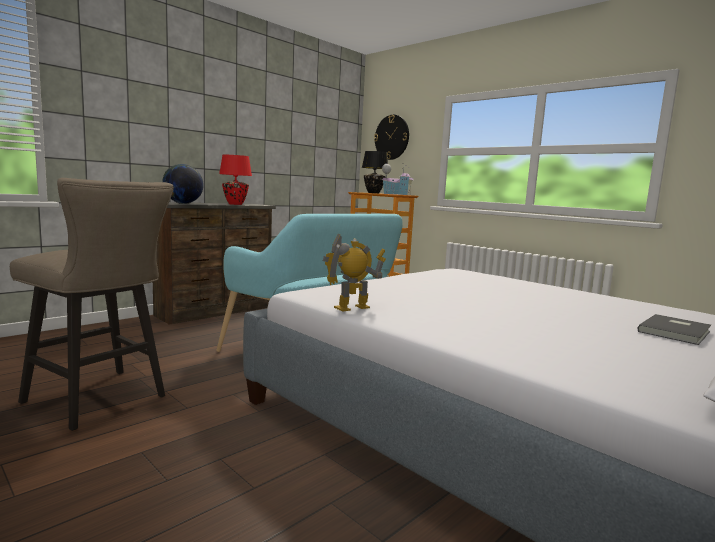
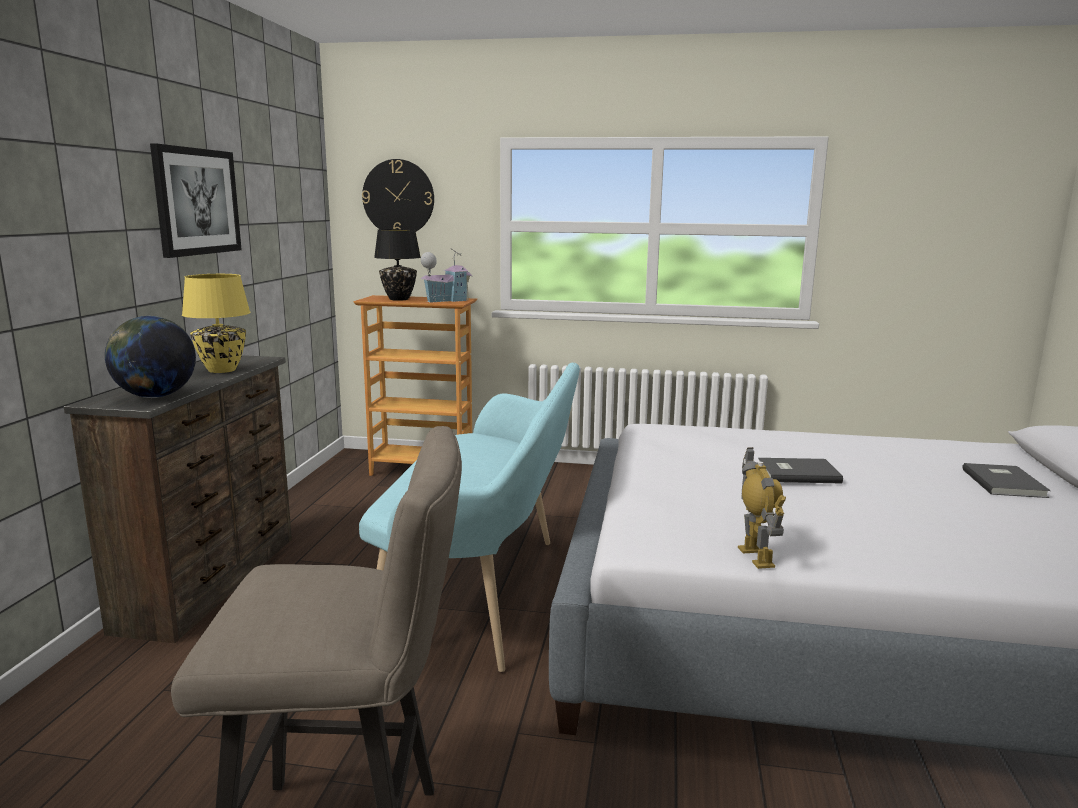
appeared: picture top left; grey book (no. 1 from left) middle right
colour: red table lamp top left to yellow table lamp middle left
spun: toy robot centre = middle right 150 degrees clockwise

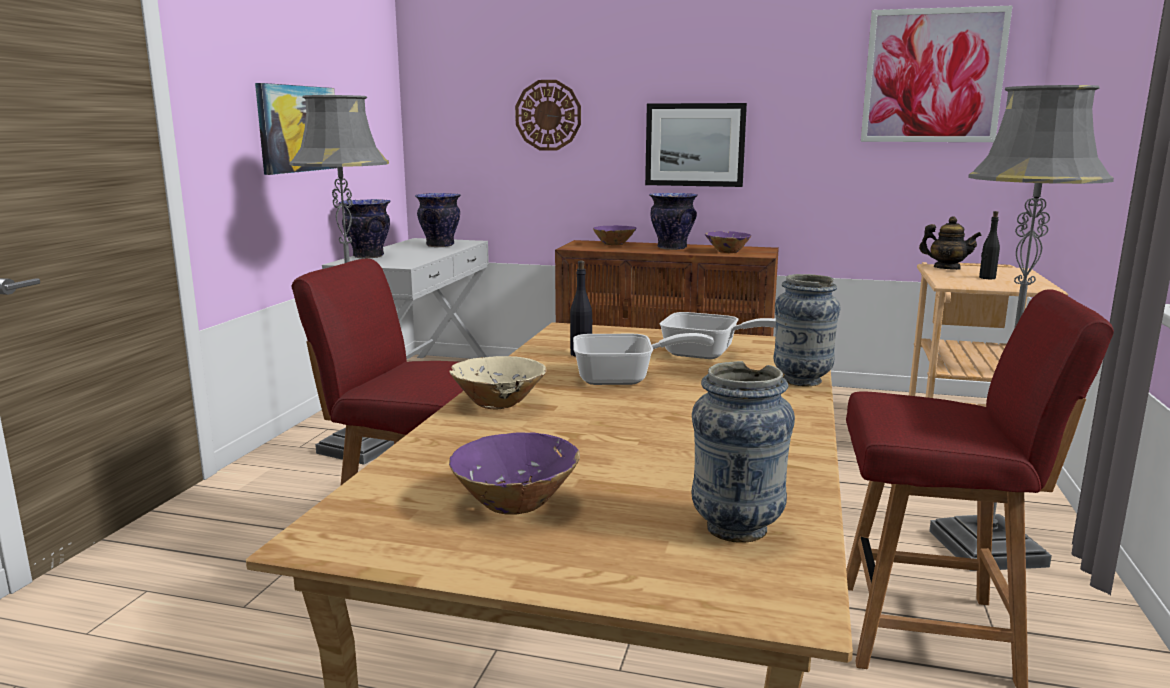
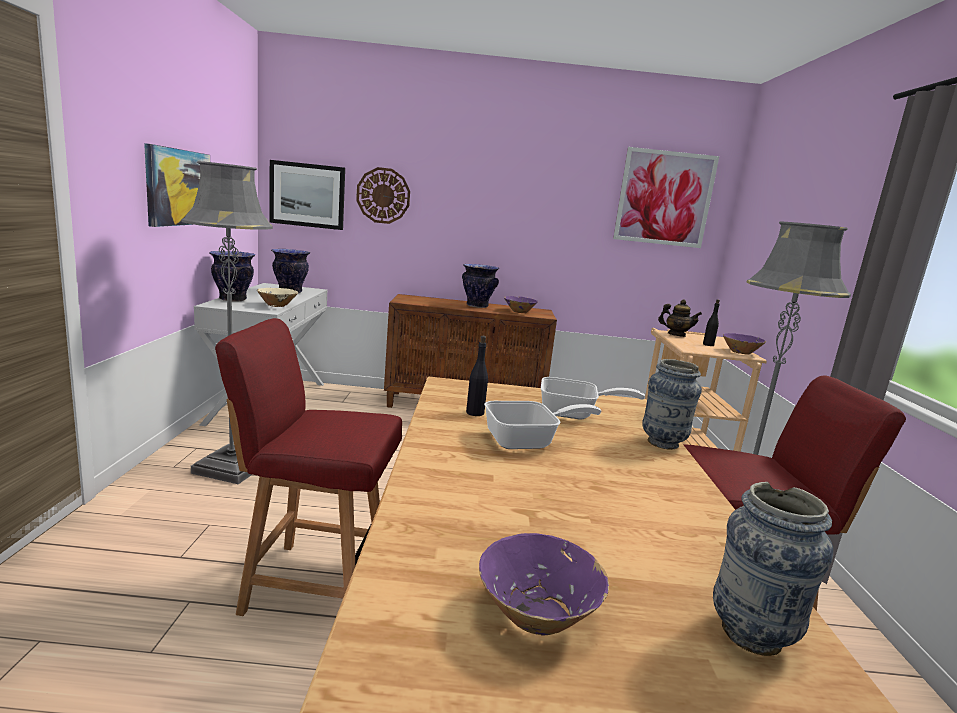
relocated: beige bowl centre to middle left; purple bowl (no. 2 from left in the first image) centre to purple bowl (no. 3 from left) middle right; picture (no. 2 from left) top centre to top left

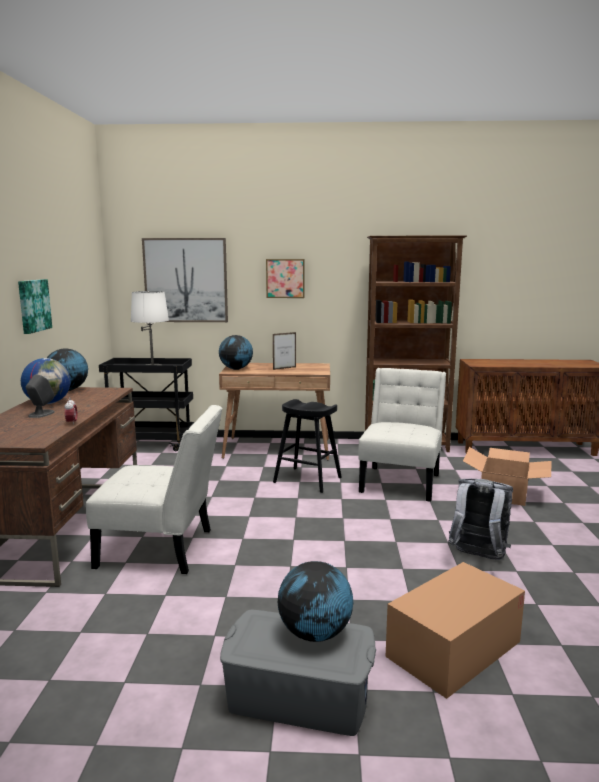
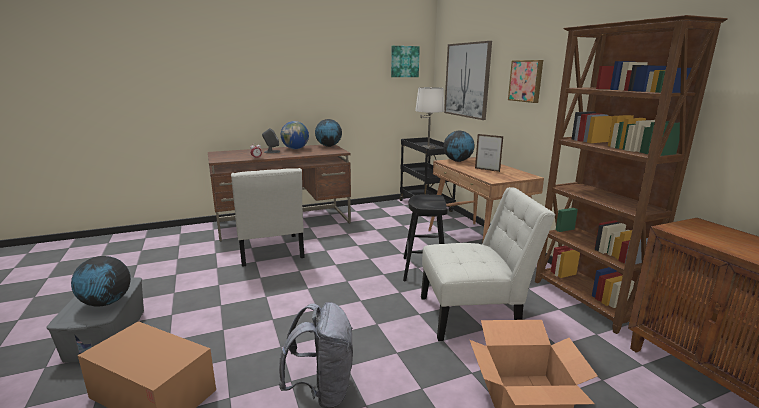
relocated: picture (no. 1 from left) middle left to top centre

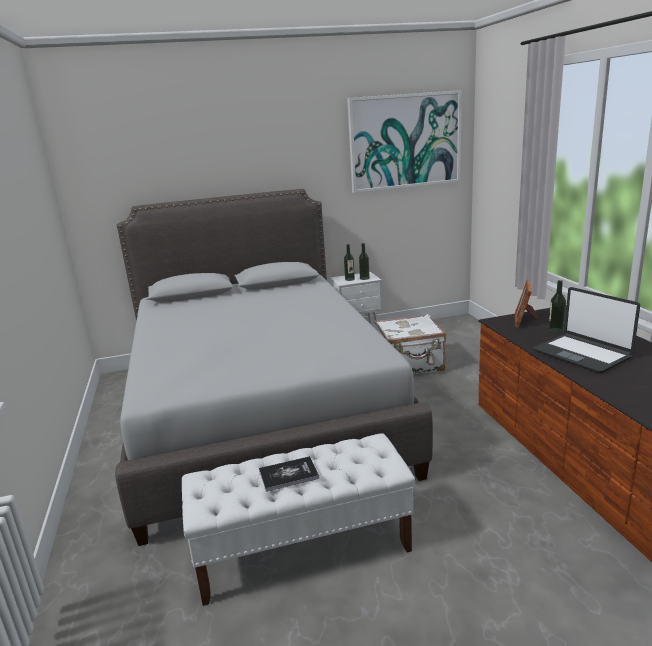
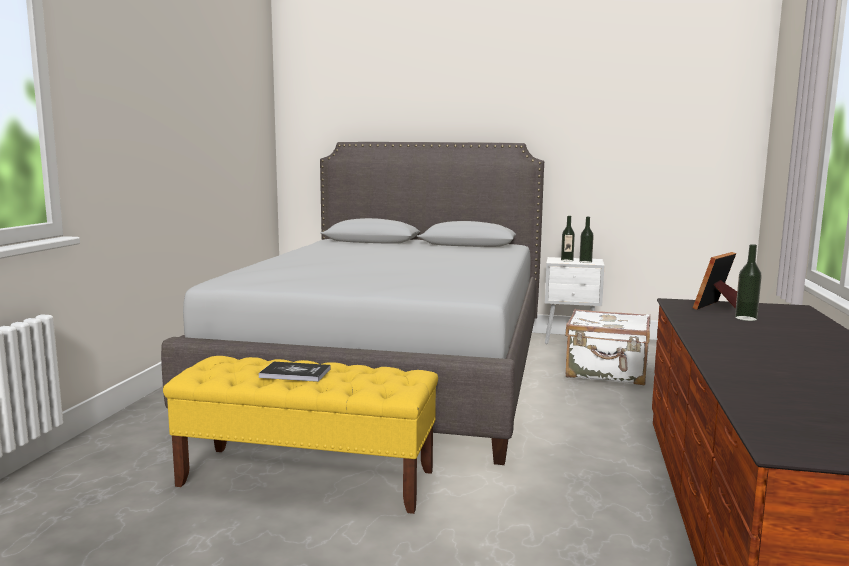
missing: picture top centre; laptop middle right
colour: white bench bottom centre to yellow bench bottom centre

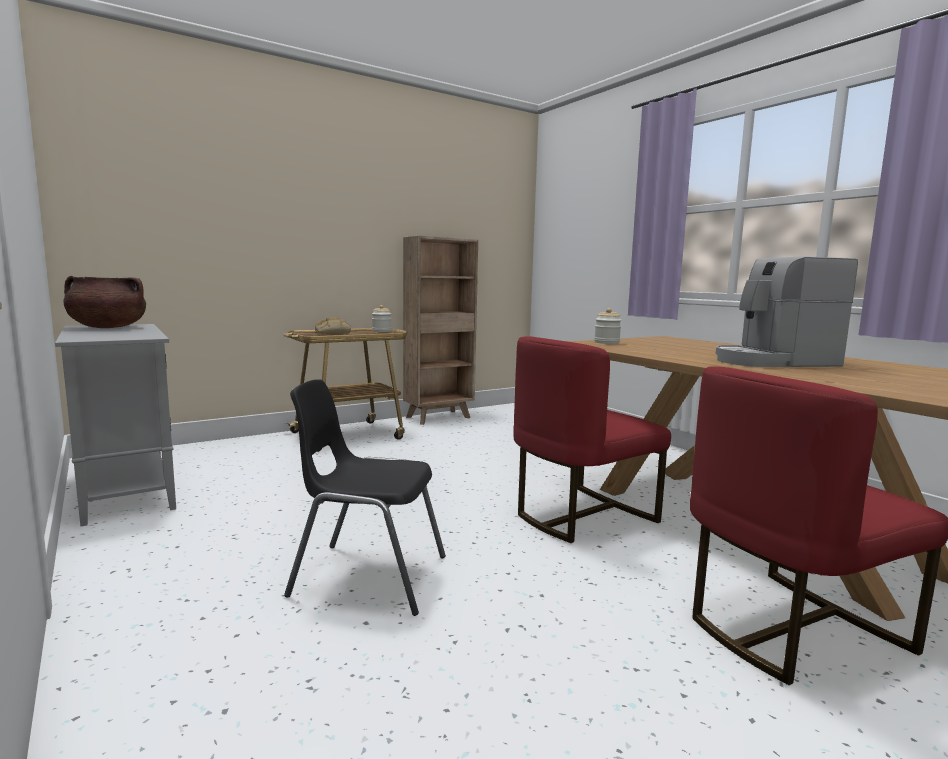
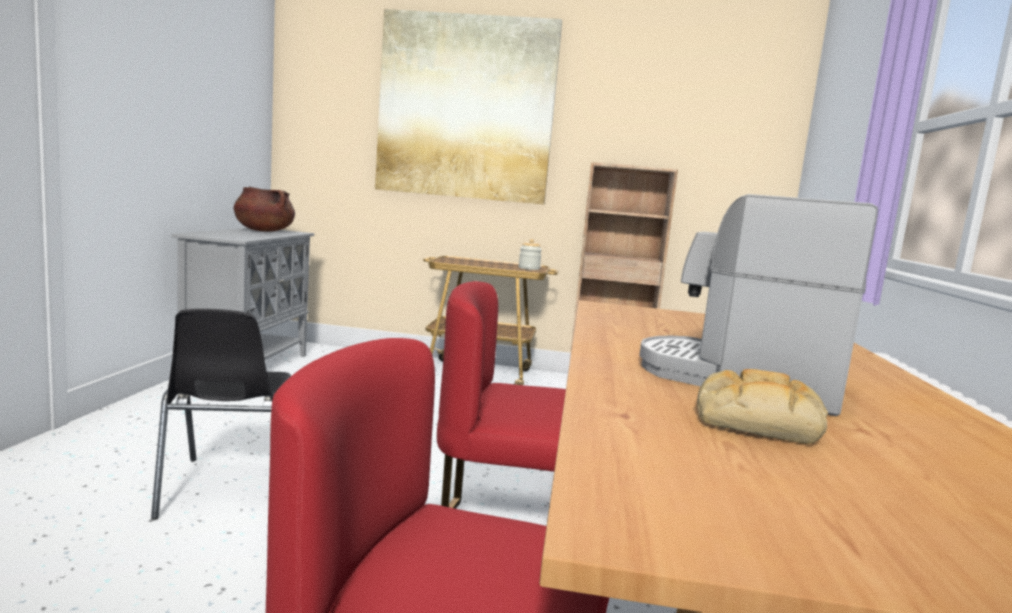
missing: jar (no. 2 from left) centre
appeared: picture top centre
relocated: bread centre to middle right
spun: black chair centre = bottom left 150 degrees counterclockwise

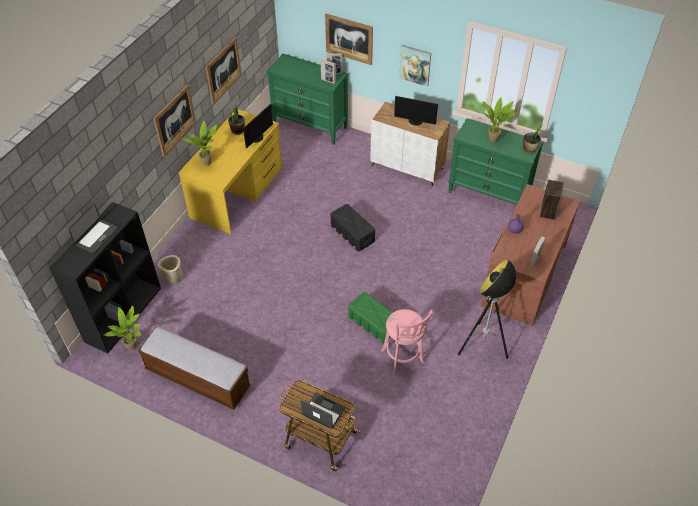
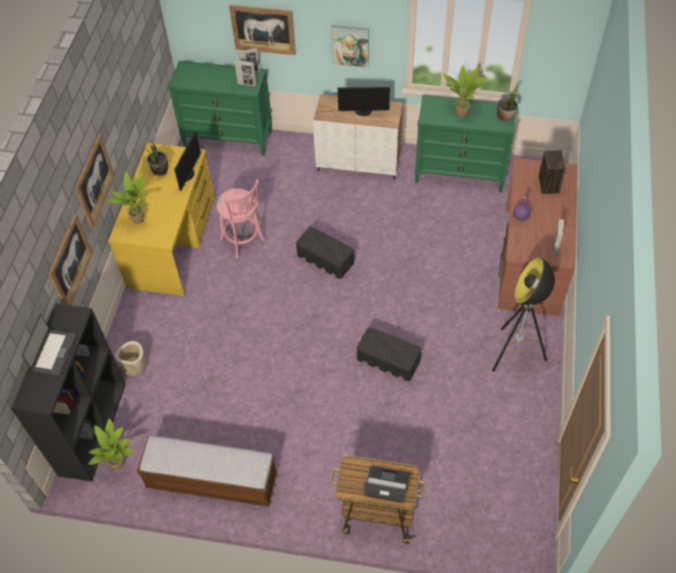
relocated: picture (no. 2 from left in the first image) top left to picture (no. 1 from left) middle left; pink stool bottom centre to centre
colour: green storage box centre to black storage box (no. 2 from left) centre

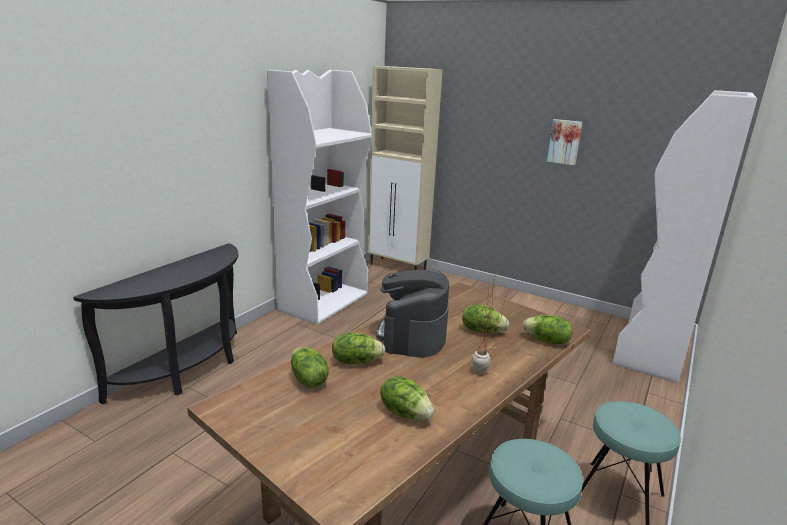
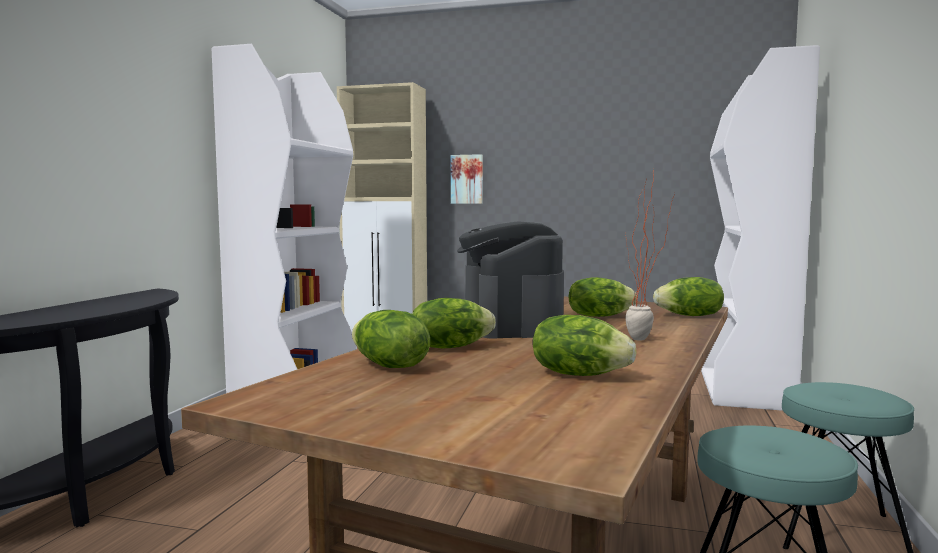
relocated: picture top right to top centre

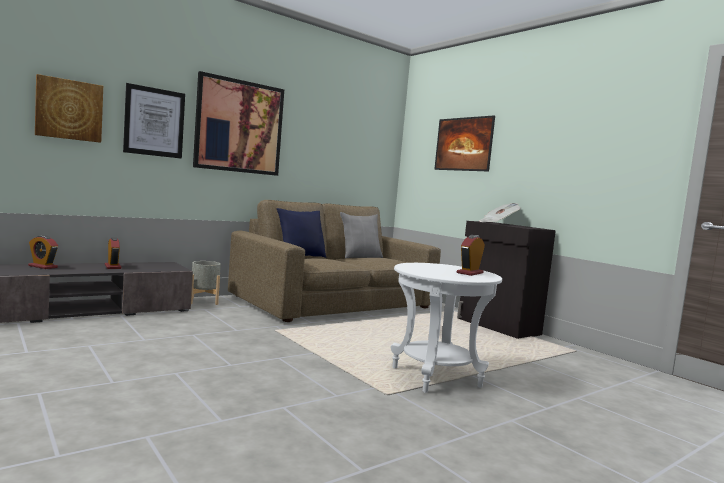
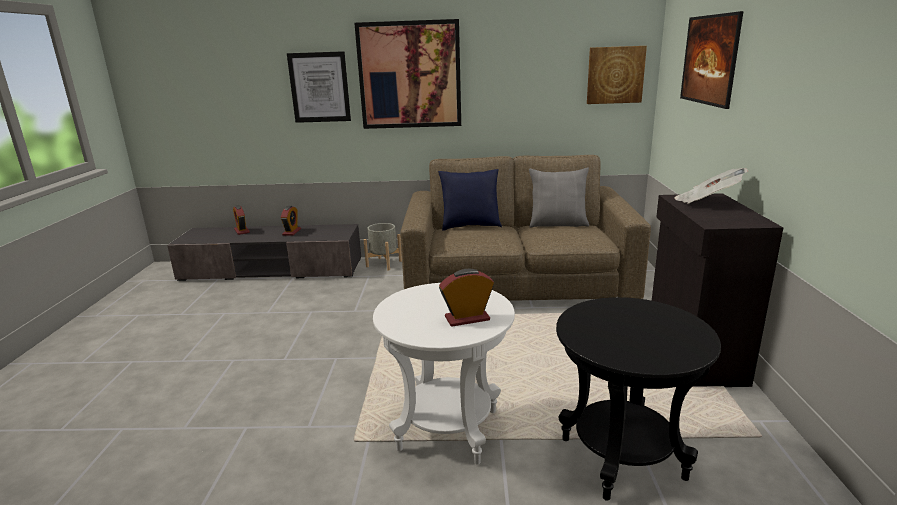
appeared: black side table bottom right
relocated: picture (no. 1 from left in the first image) top left to picture (no. 3 from left) top right

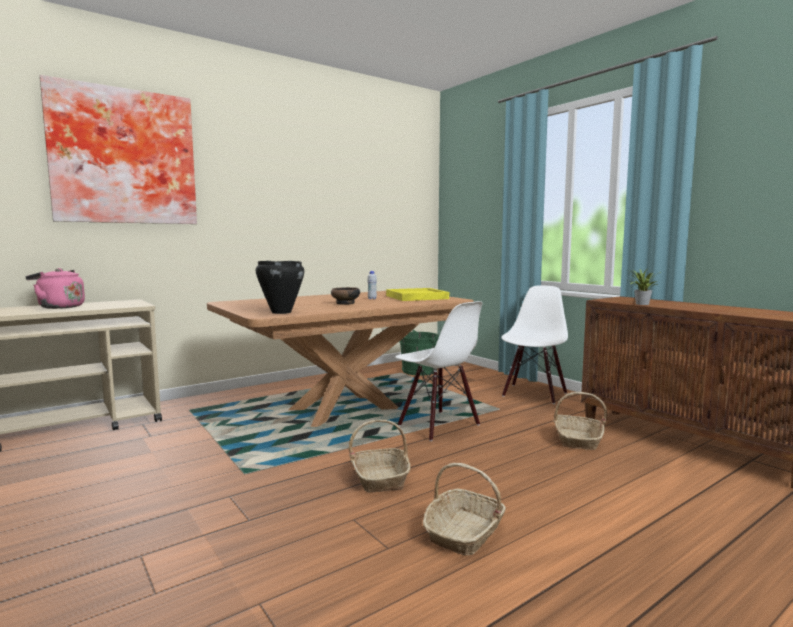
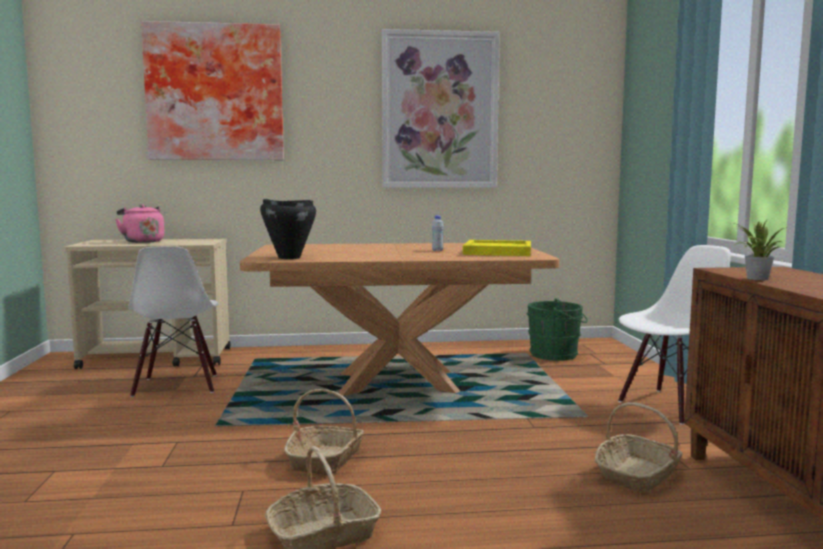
missing: bowl centre
appeared: picture (no. 2 from left) top centre
relocated: white chair (no. 1 from left) centre to middle left

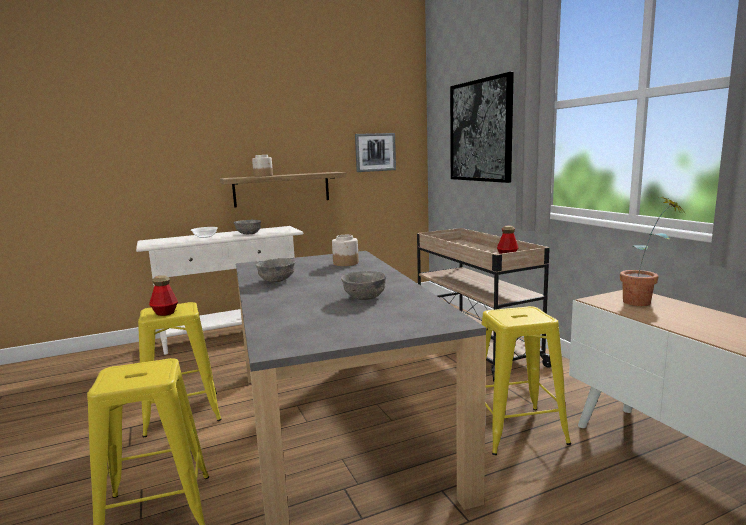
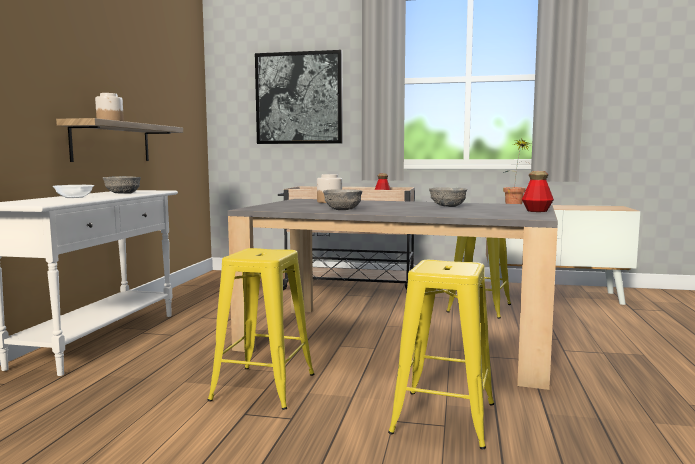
missing: picture (no. 1 from left) top centre
relocated: bottle (no. 1 from left in the first image) middle left to bottle (no. 2 from left) middle right

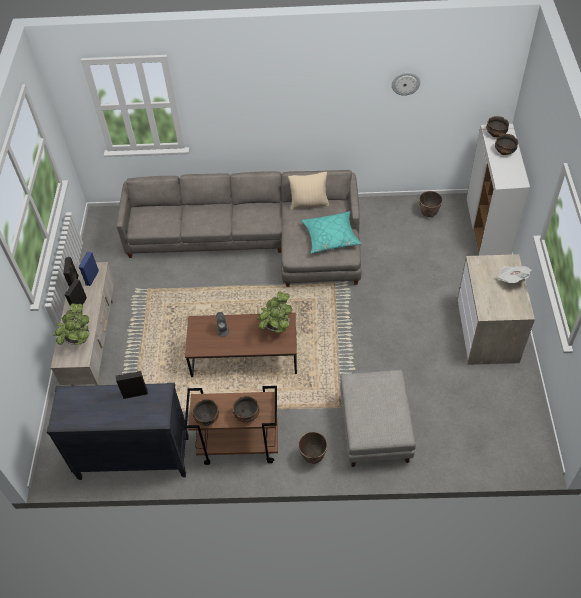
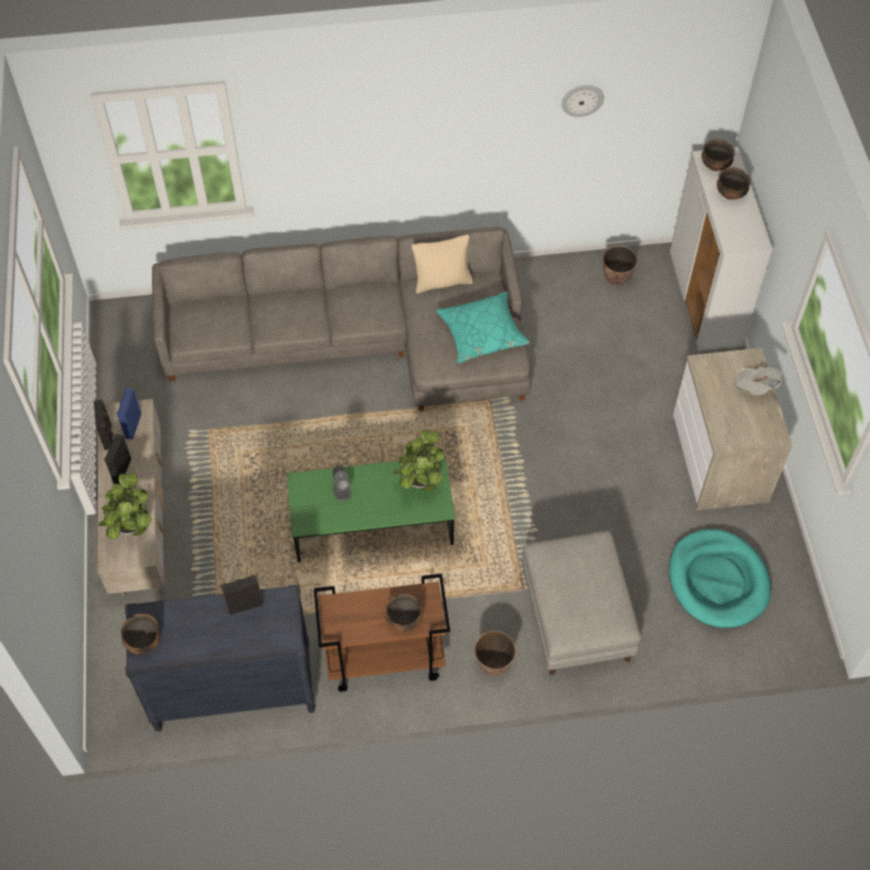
appeared: turquoise dog bed middle right
relocated: bowl (no. 1 from left) bottom centre to bottom left
colour: brown coffee table centre to green coffee table centre

